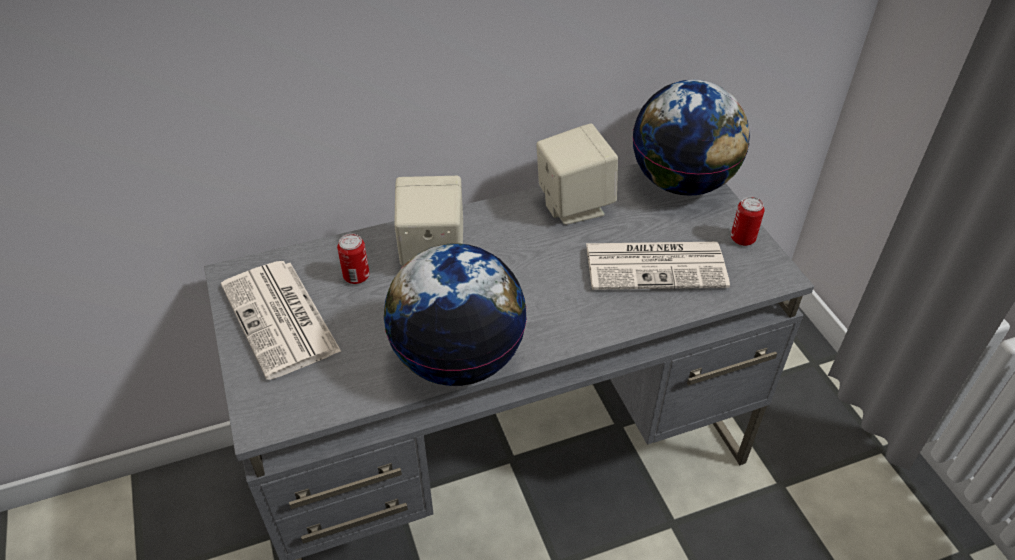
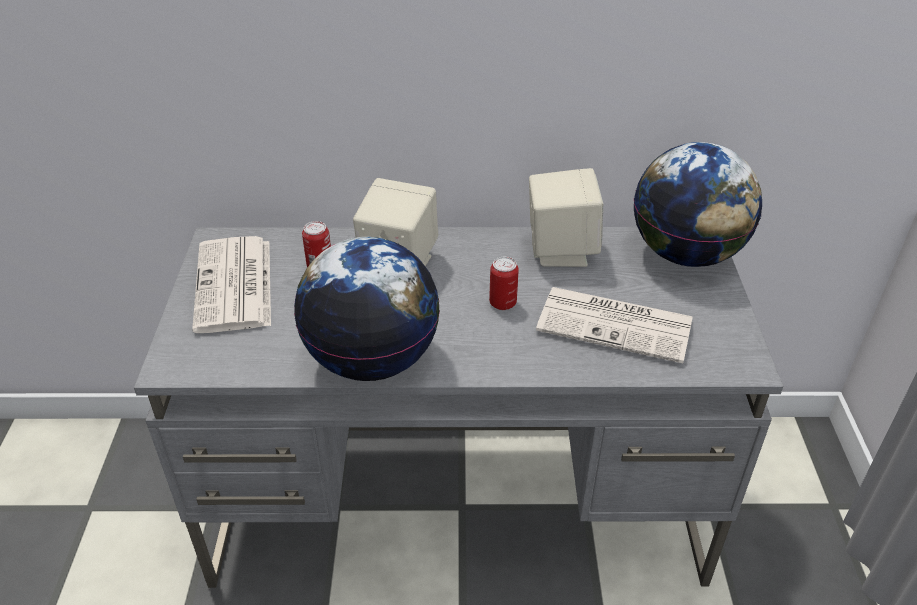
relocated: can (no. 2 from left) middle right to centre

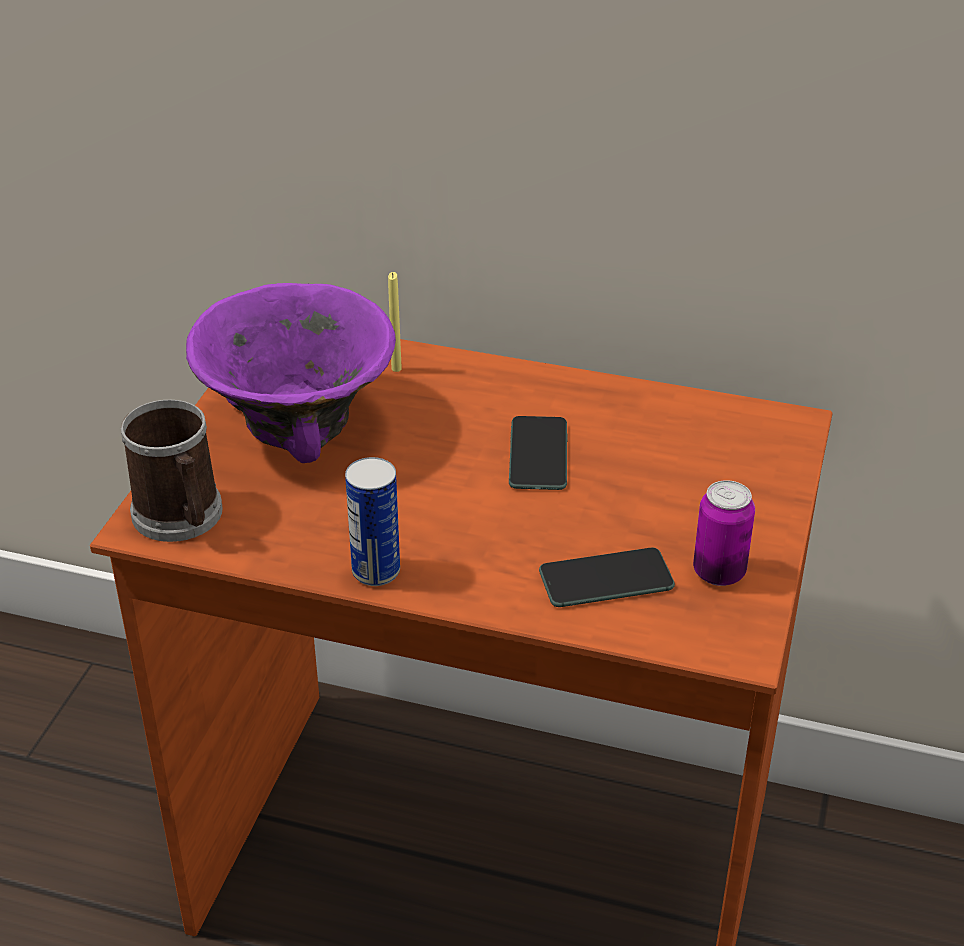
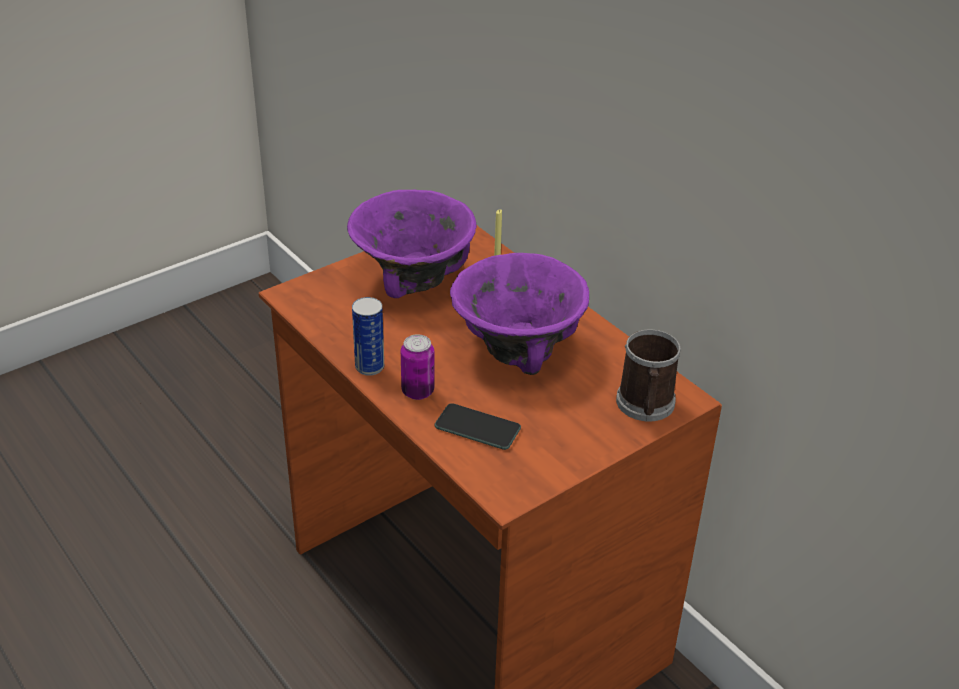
relocated: mug middle left to middle right; can (no. 2 from left) middle right to centre
exchanged: phone (no. 1 from left) centre to purple bowl (no. 2 from left) centre

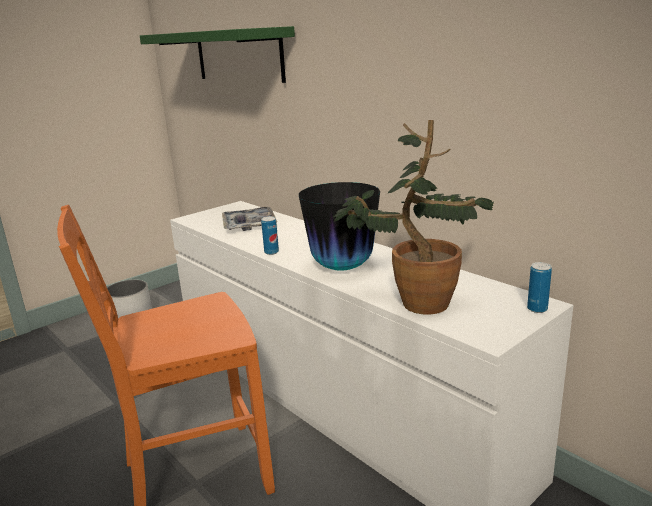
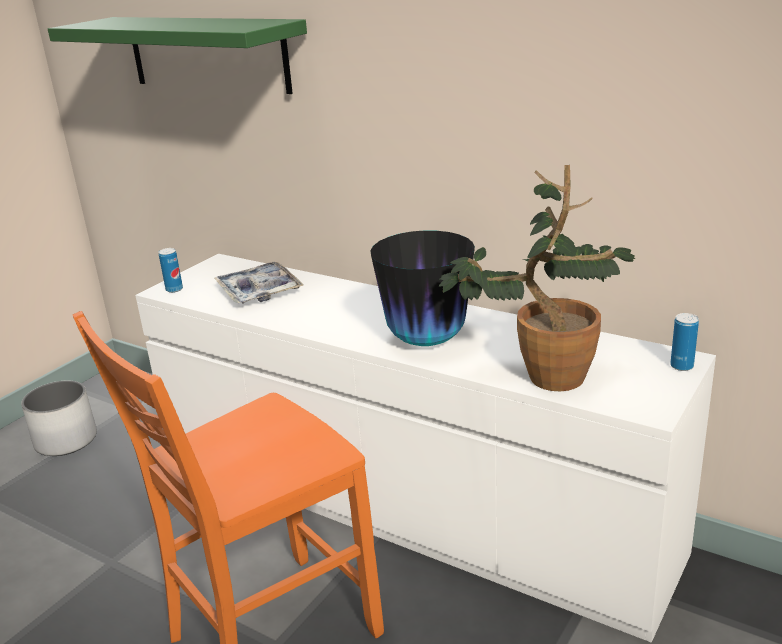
relocated: can (no. 1 from left) centre to middle left

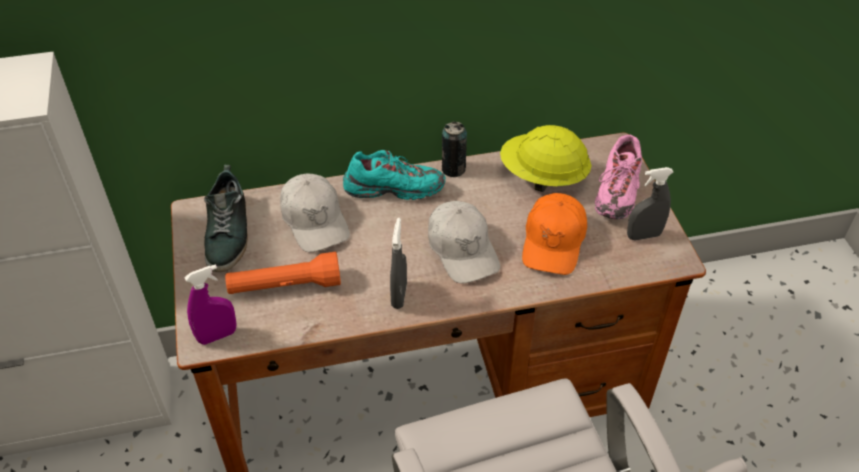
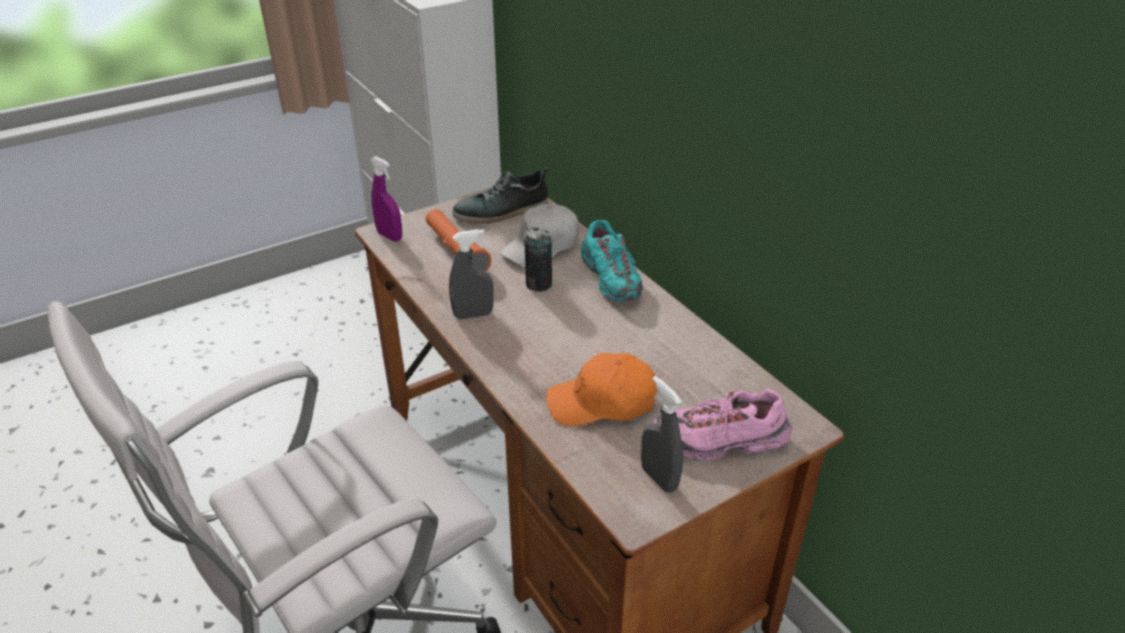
missing: white cap (no. 2 from left) centre; yellow hard hat centre
relocated: can top centre to centre

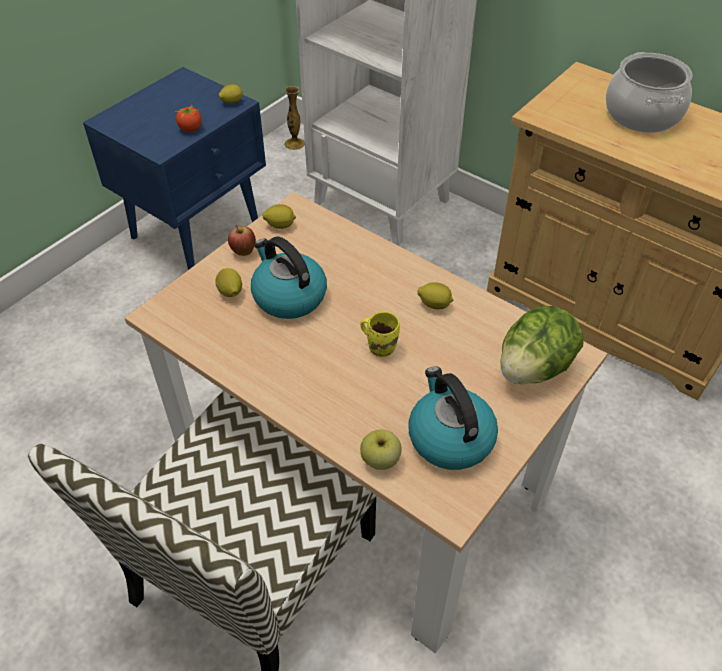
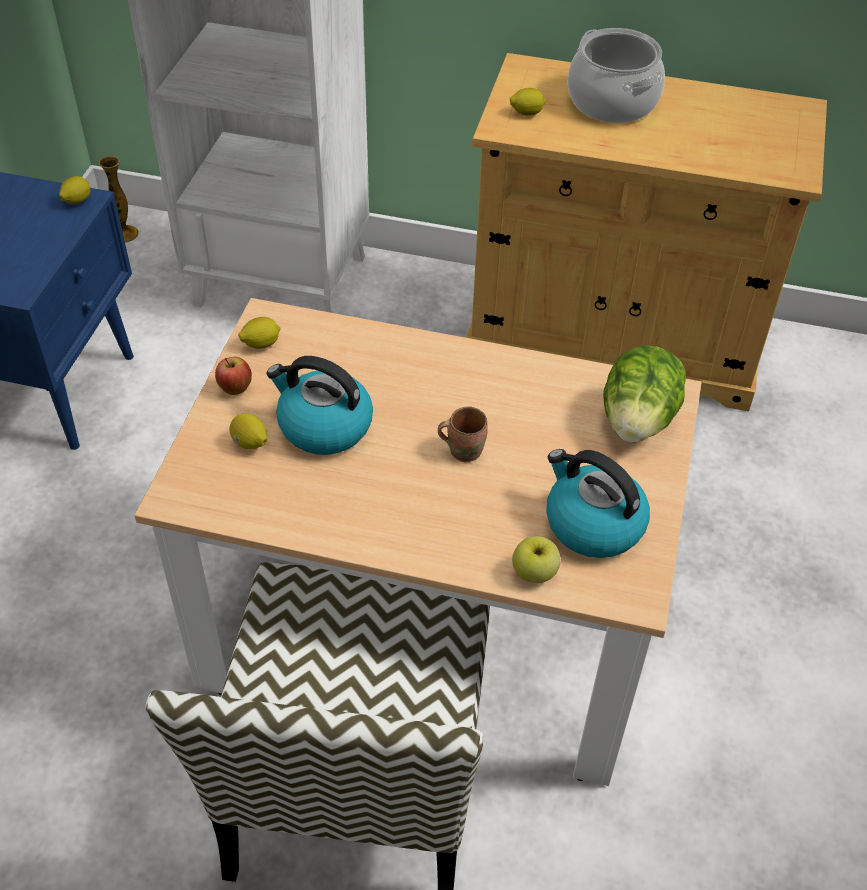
missing: tomato top left
relocated: lemon (no. 4 from left) centre to top centre
colour: yellow mug centre to brown mug centre

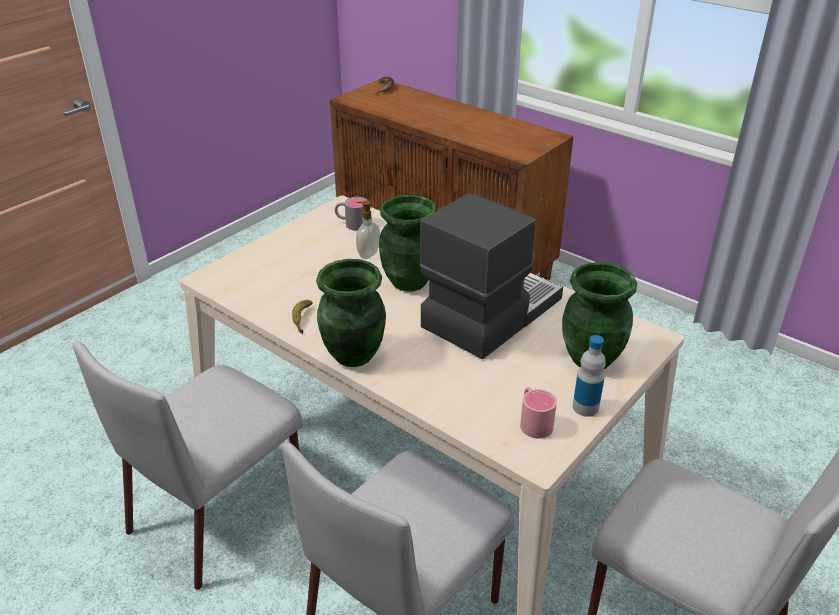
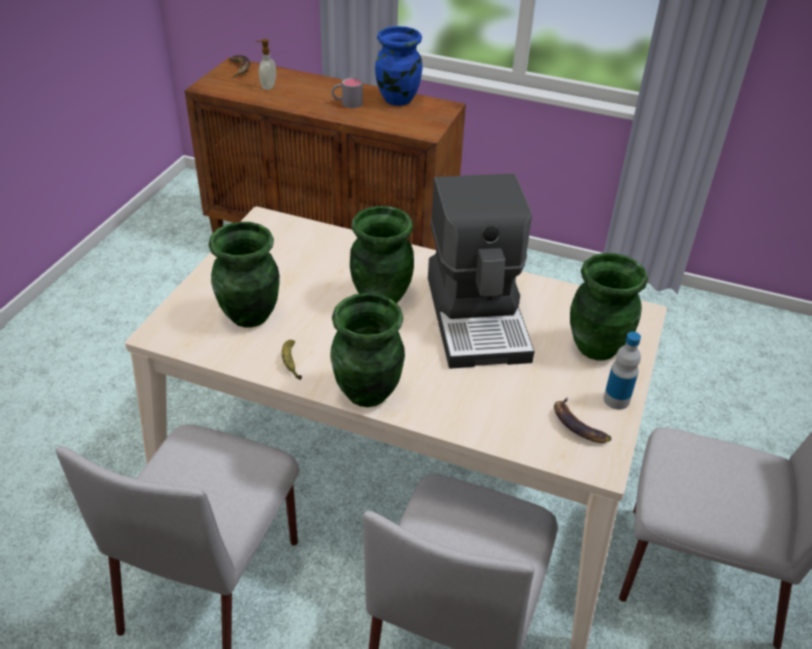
appeared: green vase (no. 1 from left) middle left; blue vase top centre
relocated: grey mug centre to top centre; soap dispenser centre to top left
exchanged: pink mug bottom centre to banana (no. 3 from left) middle right
spun: coffee machine centre = centre 150 degrees clockwise

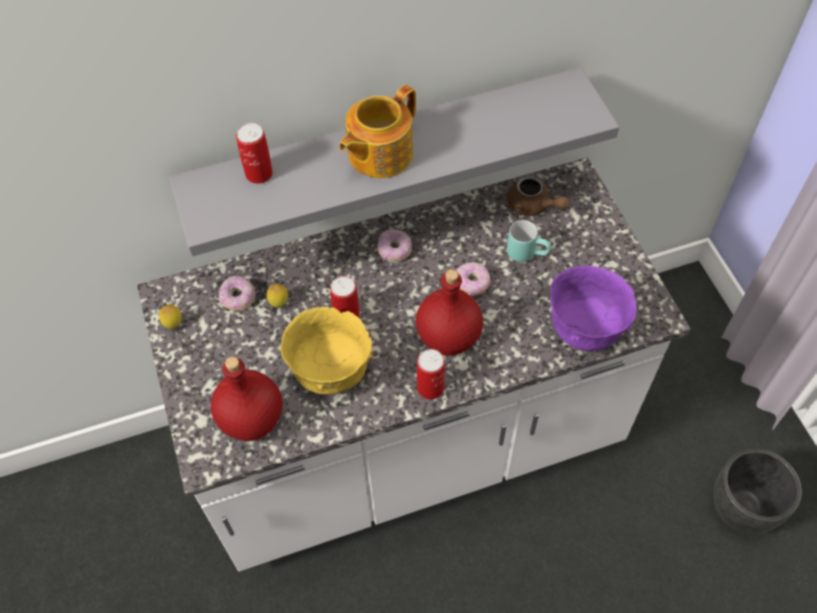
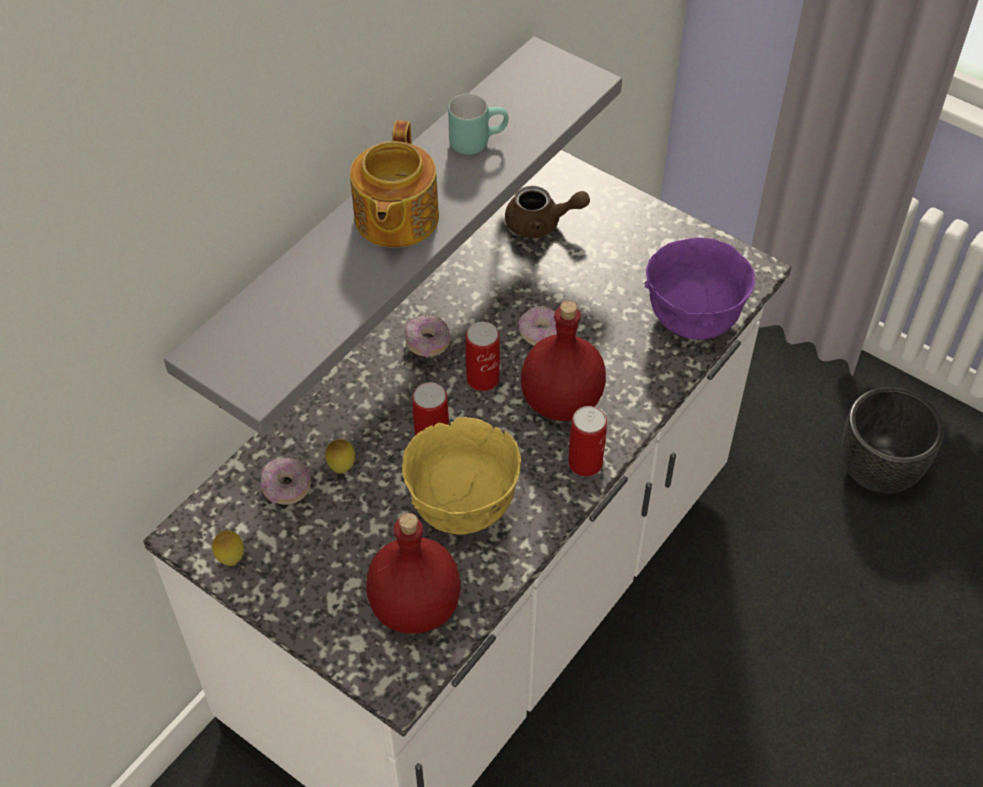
relocated: can (no. 1 from left in the first image) top left to can (no. 2 from left) centre; turquoise mug centre to top centre

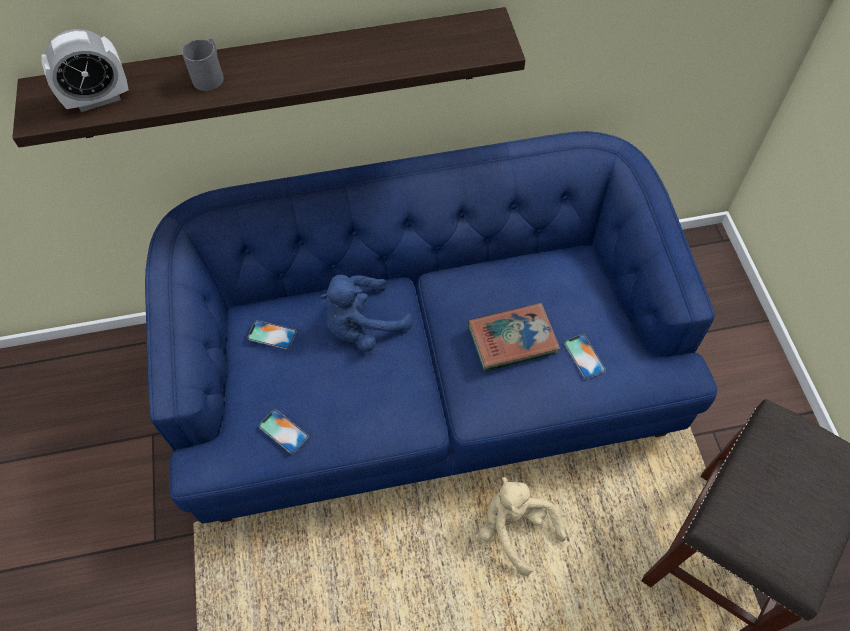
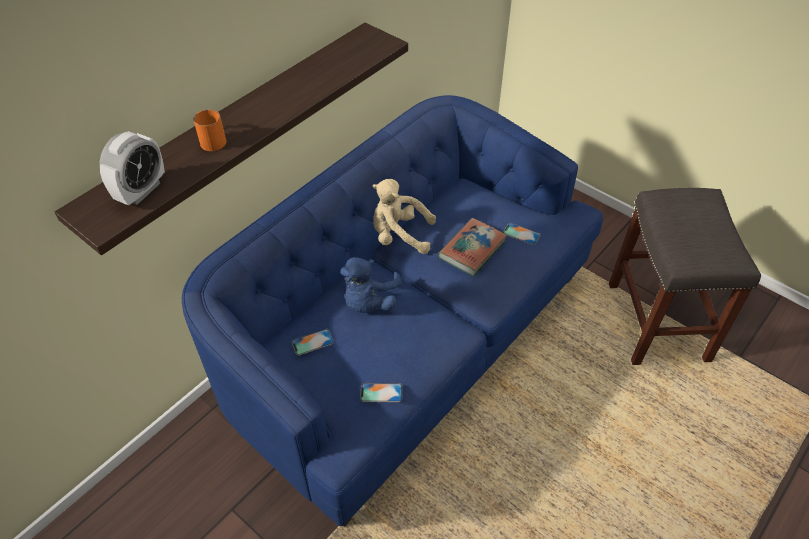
relocated: beige plush toy bottom centre to centre
colour: grey mug top left to orange mug top left

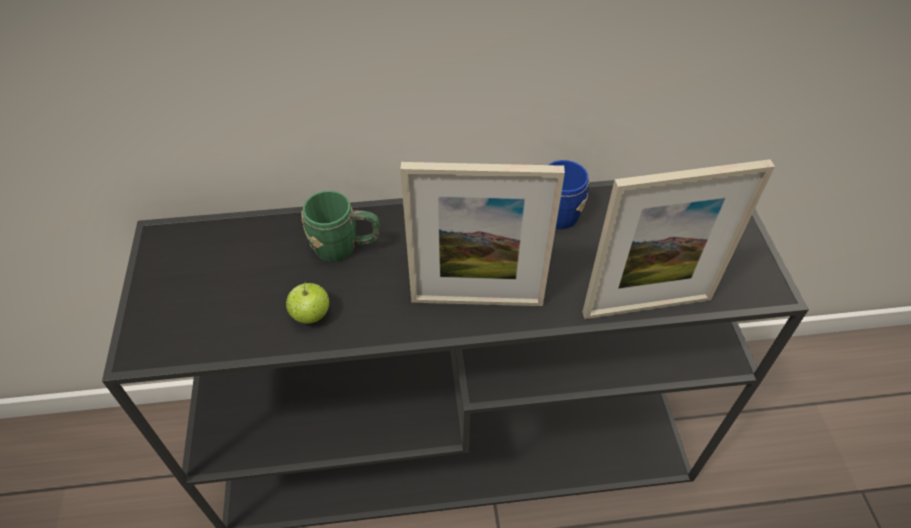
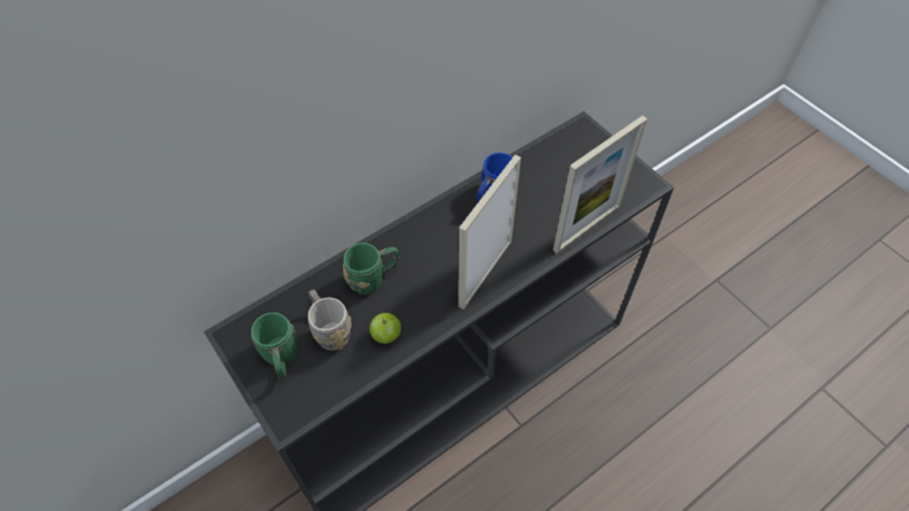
appeared: green mug (no. 1 from left) bottom left; grey mug centre
spun: picture frame (no. 1 from left) centre = centre 150 degrees clockwise

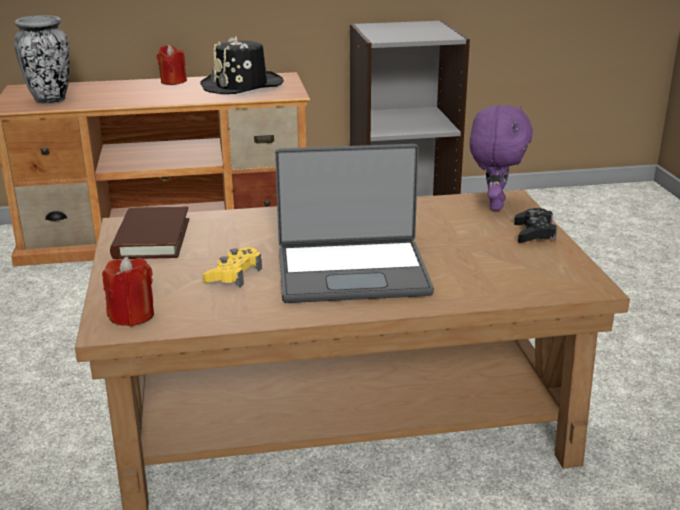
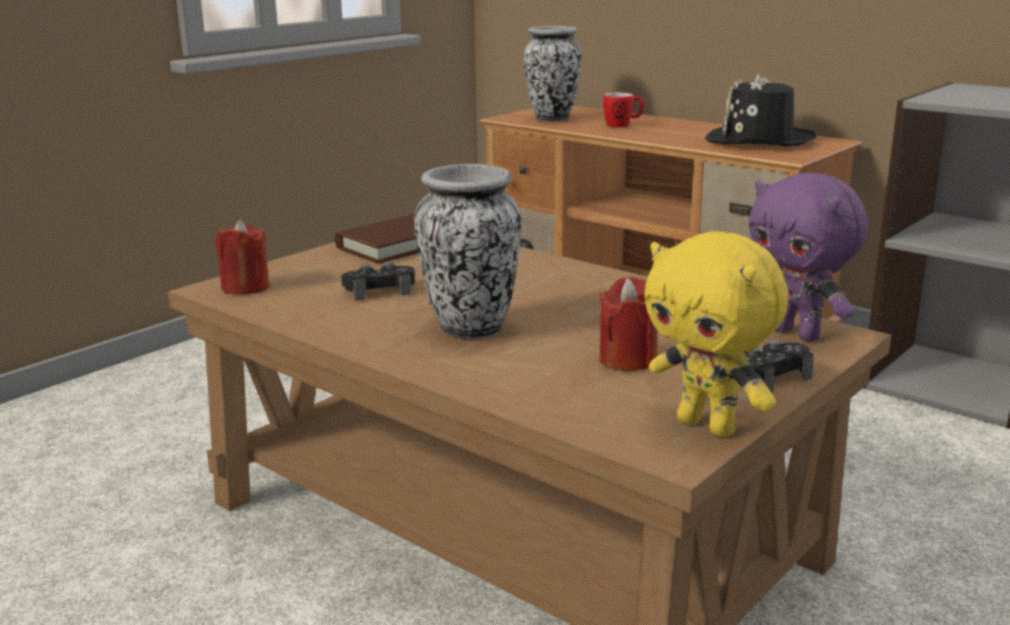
appeared: mug top centre; yellow plush toy middle right
relocated: red candle (no. 2 from left) top left to centre
exchanged: laptop centre to vase (no. 1 from left) centre
colour: yellow game controller centre to black game controller (no. 1 from left) centre
spun: purple plush toy top right = middle right 75 degrees clockwise

